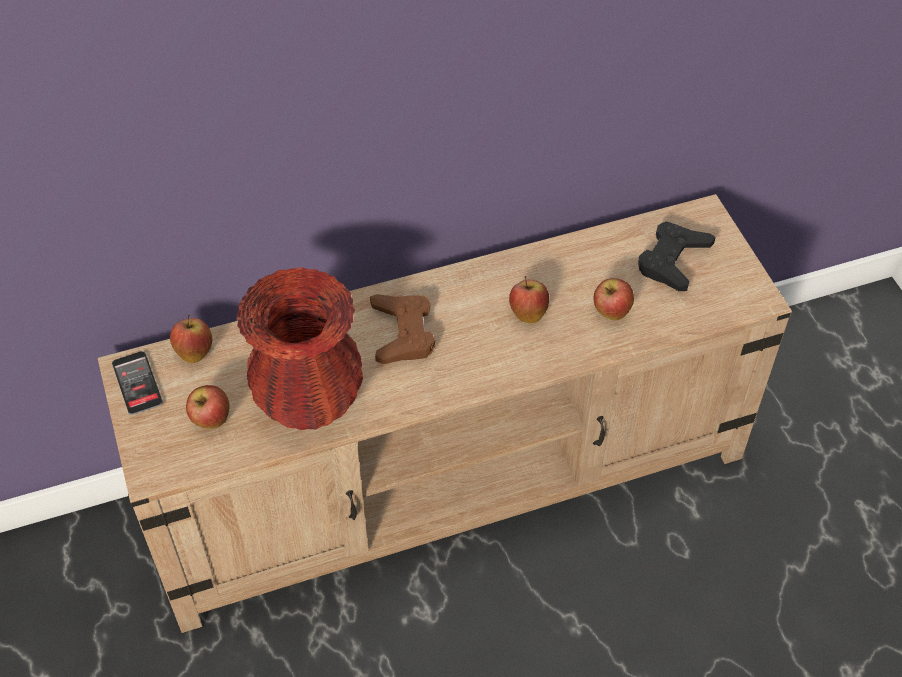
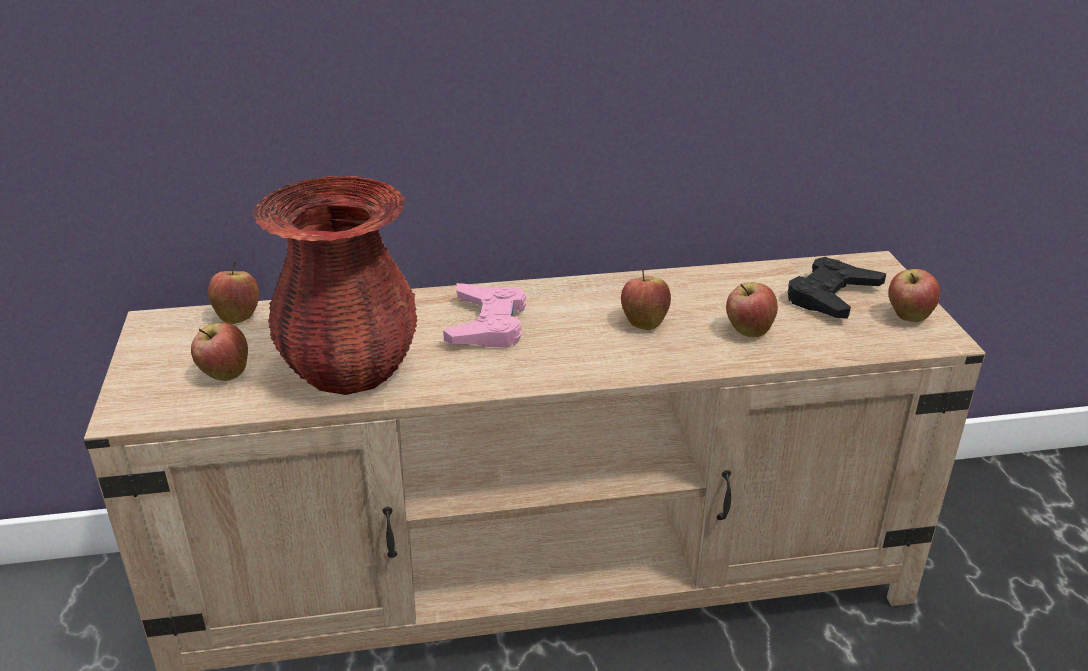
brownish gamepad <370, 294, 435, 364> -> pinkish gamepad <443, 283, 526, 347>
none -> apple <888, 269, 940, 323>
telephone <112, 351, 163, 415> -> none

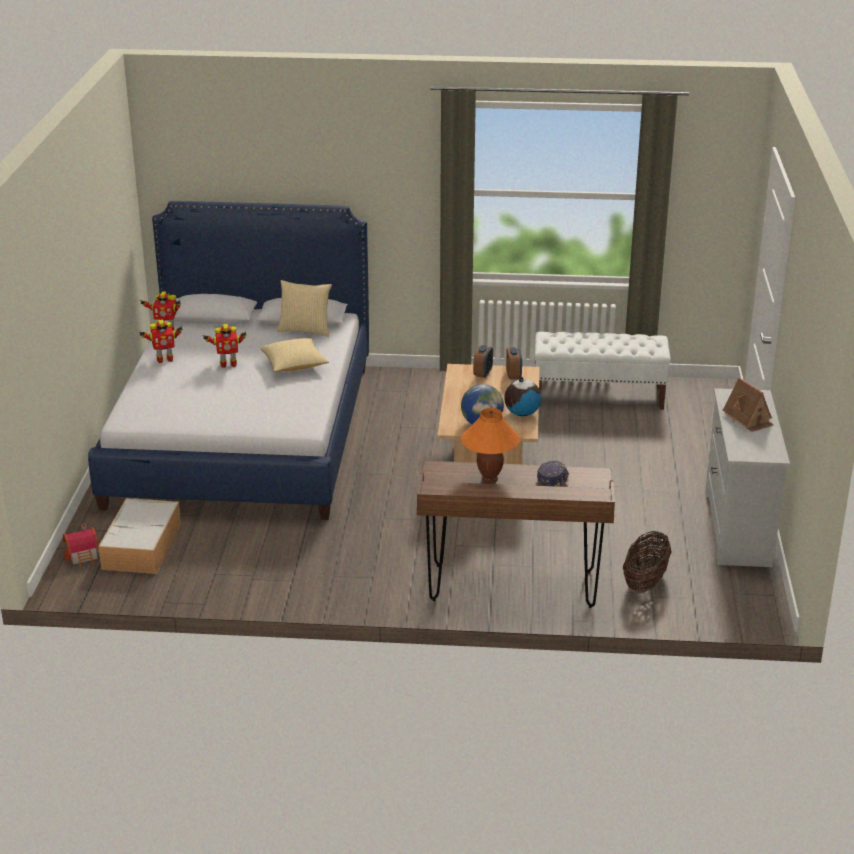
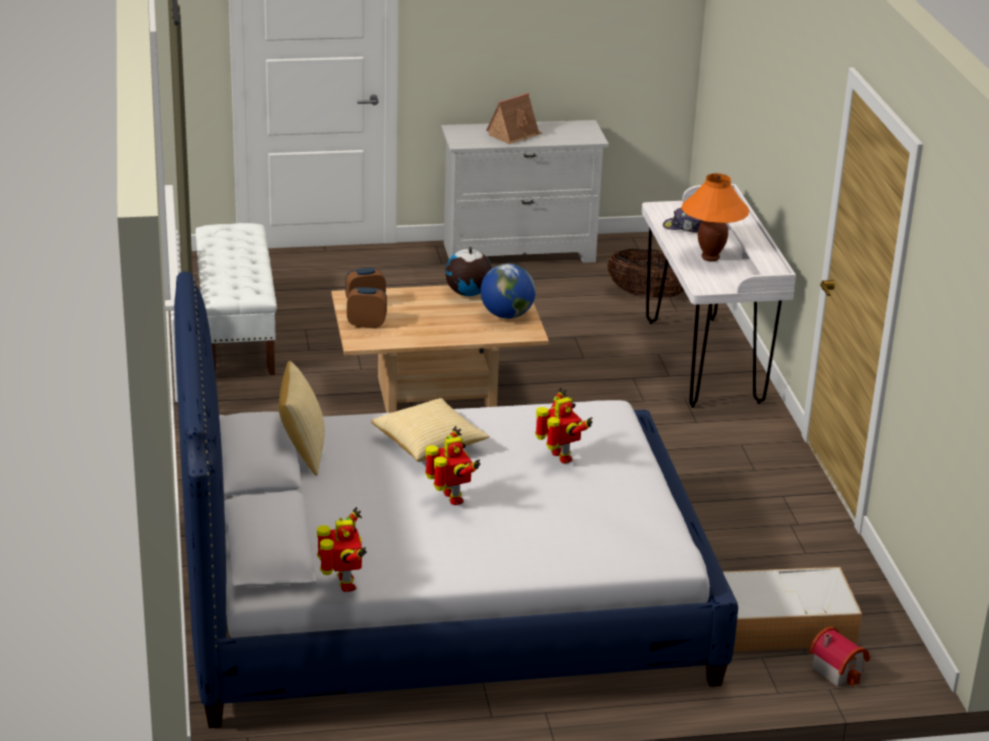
robot figure <139, 320, 183, 363> -> robot figure <535, 387, 592, 464>, relocated
brownish desk unit <417, 461, 615, 608> -> whitish desk unit <642, 184, 796, 408>

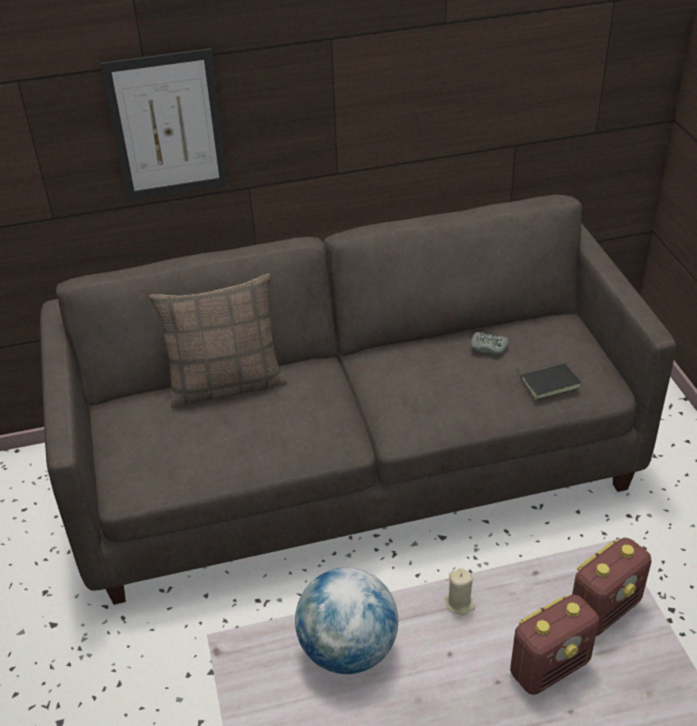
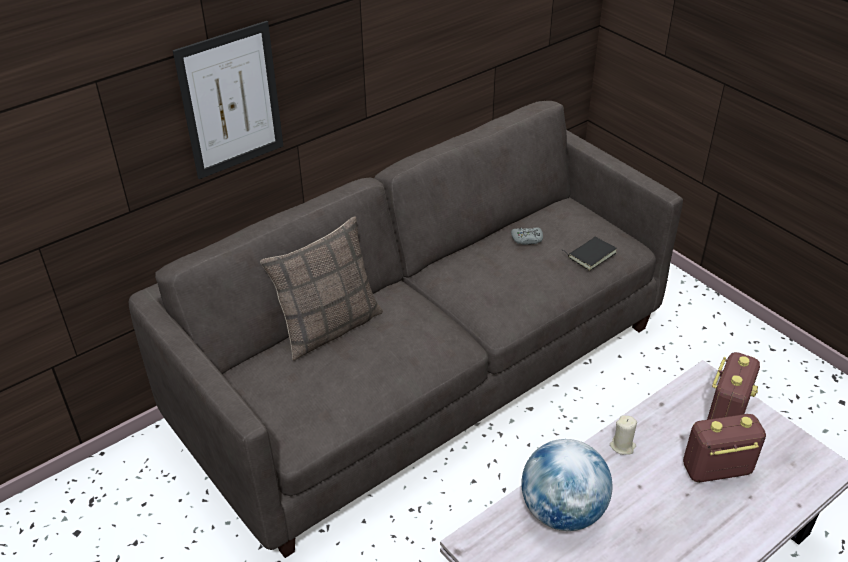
radio receiver <510, 595, 599, 695> -> radio receiver <683, 414, 766, 482>, 135 degrees counterclockwise

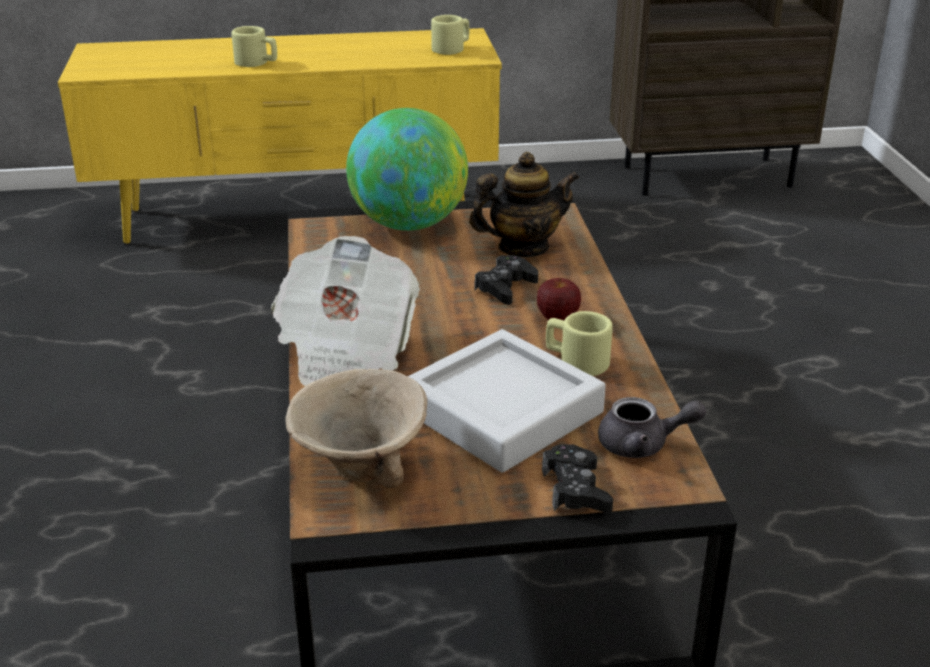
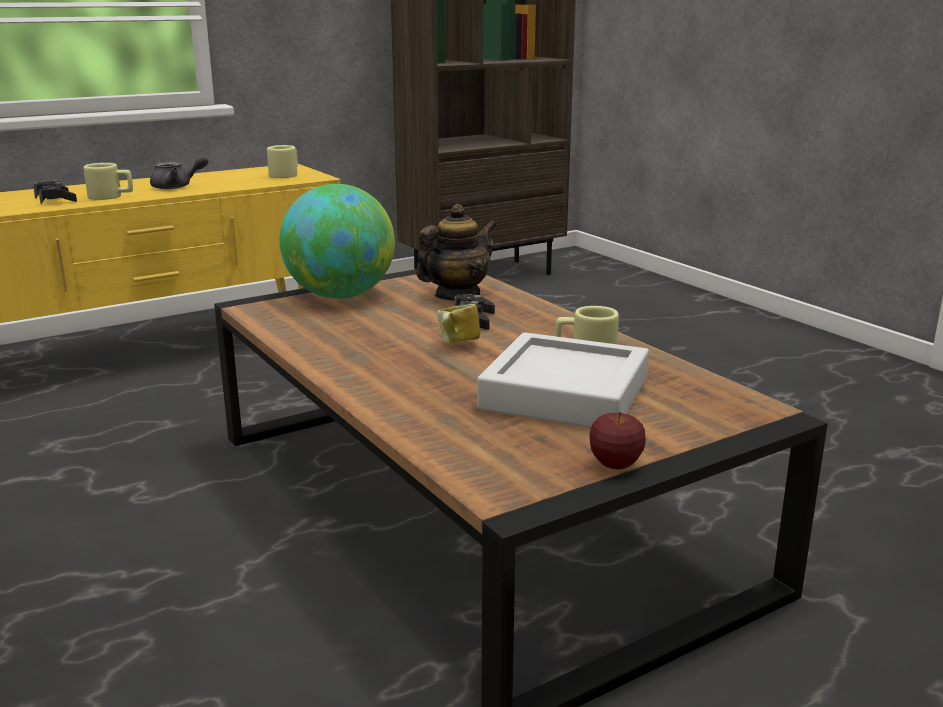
blackish gamepad <542, 444, 613, 513> -> blackish gamepad <33, 180, 77, 204>, relocated
grey pot for tea <598, 397, 706, 458> -> grey pot for tea <150, 155, 209, 189>, relocated
none -> tea mug <437, 304, 480, 344>
apple <537, 278, 581, 321> -> apple <589, 412, 646, 469>, relocated
newspaper <271, 236, 420, 386> -> none
sand-coloured serving bowl <286, 369, 427, 488> -> none

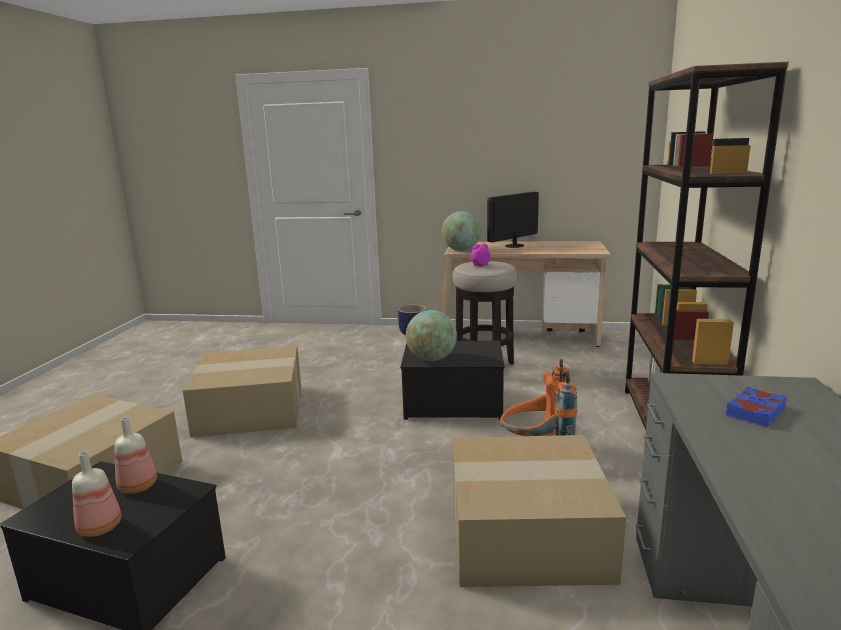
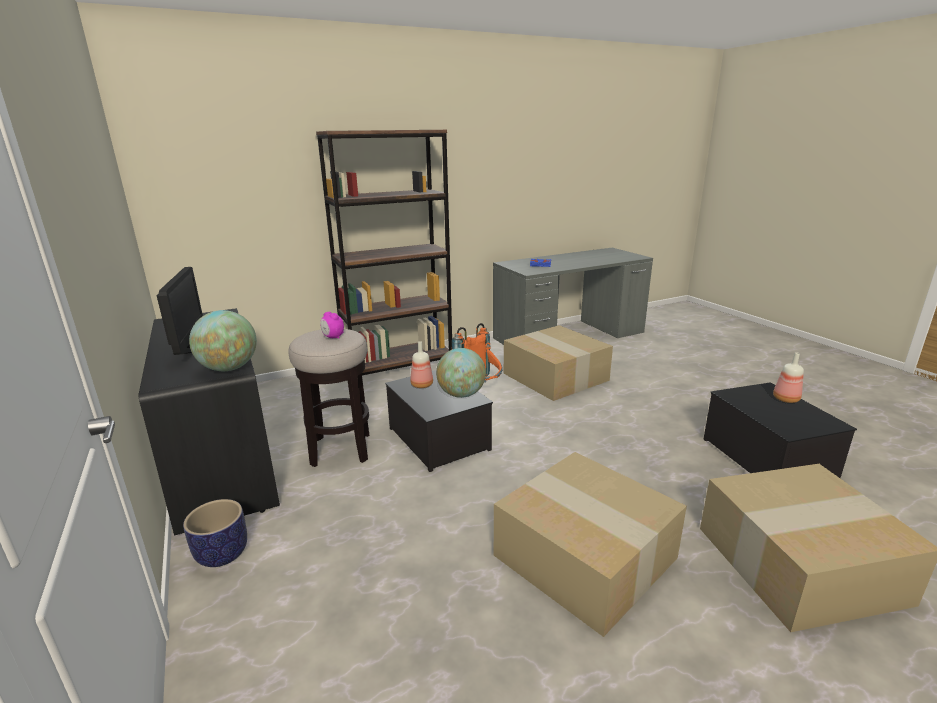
sand-coloured desk unit <438, 241, 611, 347> -> blackish desk unit <138, 308, 280, 535>
computer screen <487, 192, 539, 248> -> computer screen <157, 267, 203, 355>, 120 degrees counterclockwise
drink bottle <114, 417, 157, 494> -> drink bottle <410, 341, 433, 388>, relocated

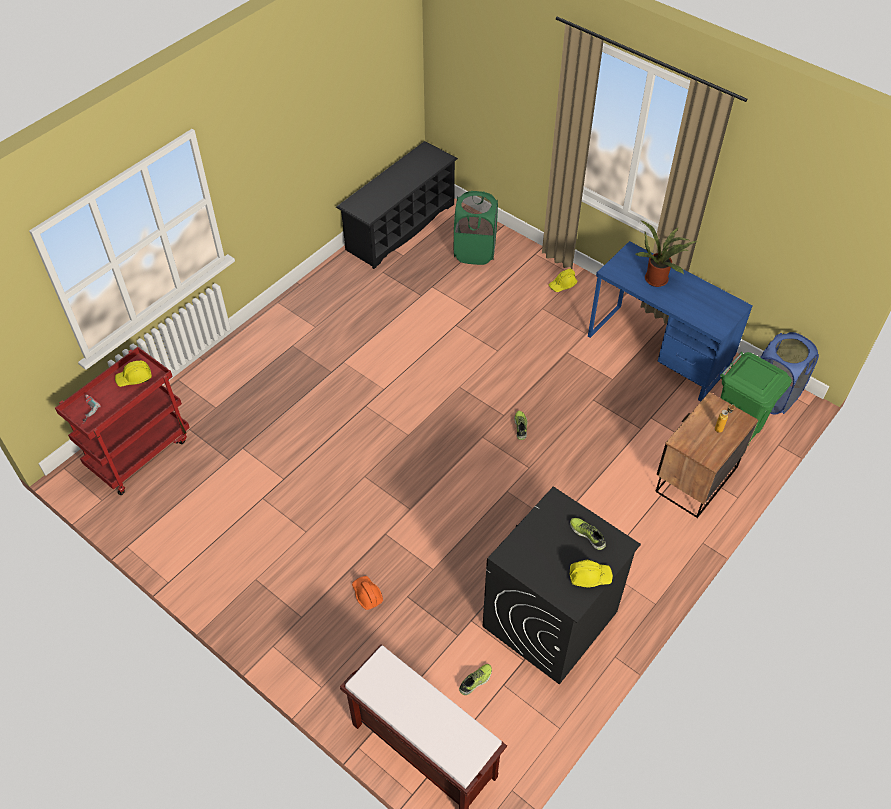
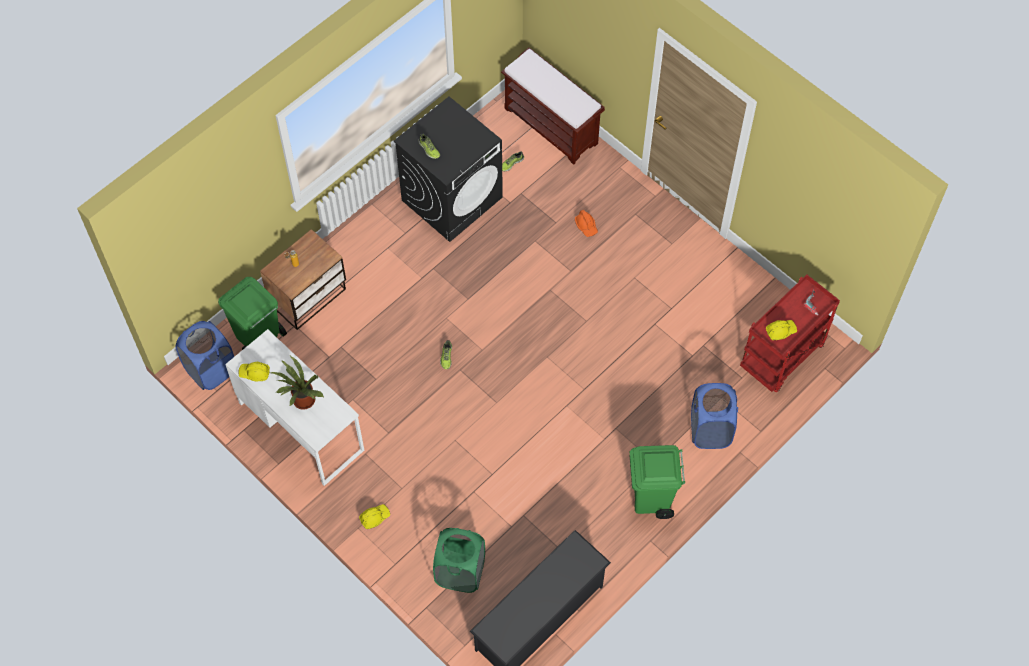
bluish desk unit <588, 241, 753, 402> -> whitish desk unit <225, 329, 364, 486>
yellowish hard hat <570, 560, 613, 588> -> yellowish hard hat <238, 362, 270, 381>, relocated
none -> green-coloured waste bin <629, 445, 685, 519>
none -> bluish hamper <691, 383, 738, 449>

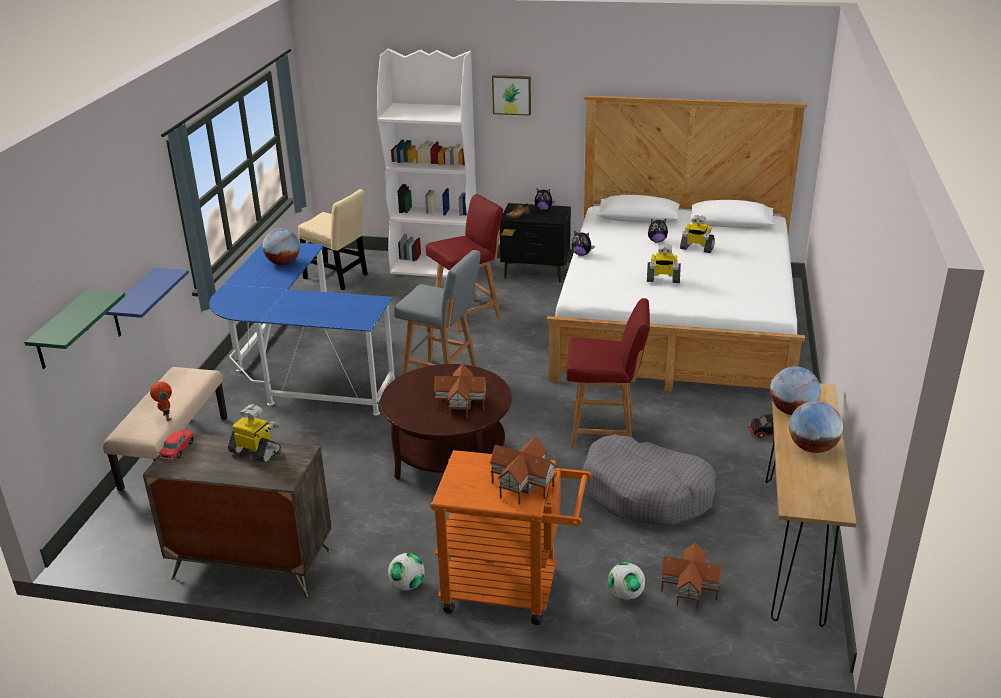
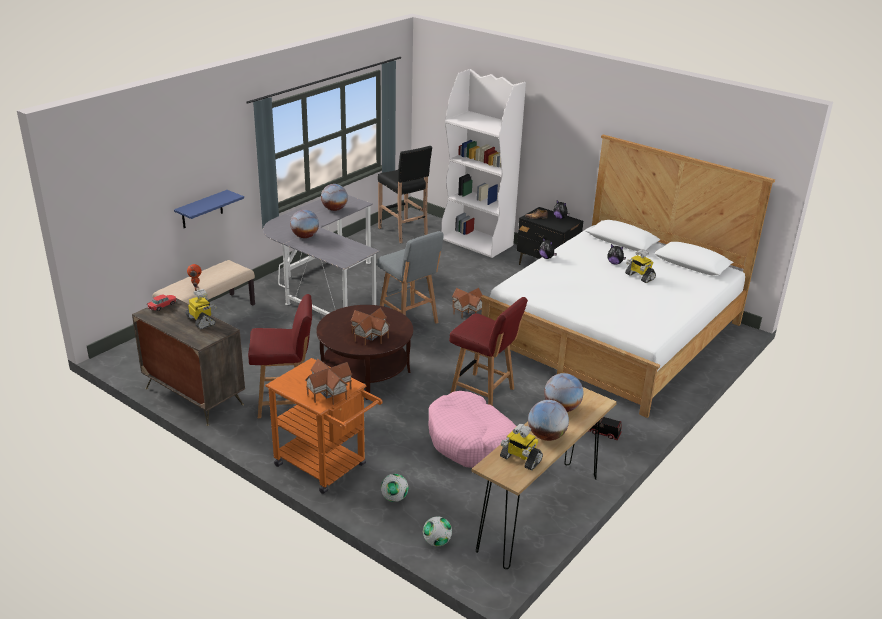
red upright chair <426, 194, 503, 331> -> red upright chair <248, 294, 312, 418>, relocated
bluish desk unit <209, 243, 395, 415> -> grey desk unit <263, 195, 380, 316>
none -> desk globe <290, 210, 319, 238>
sand-coloured upright chair <298, 189, 368, 290> -> blackish sitting stool <378, 146, 432, 243>
ball for football <388, 553, 425, 591> -> ball for football <423, 516, 452, 546>, relocated
grey pet bed <583, 435, 716, 526> -> pinkish pet bed <429, 391, 517, 468>
model house <661, 543, 723, 610> -> model house <452, 288, 482, 318>, relocated
robot figure <647, 244, 681, 283> -> robot figure <500, 424, 543, 471>, relocated
green-coloured wall shelf <24, 290, 125, 369> -> none
wall art <492, 75, 531, 116> -> none

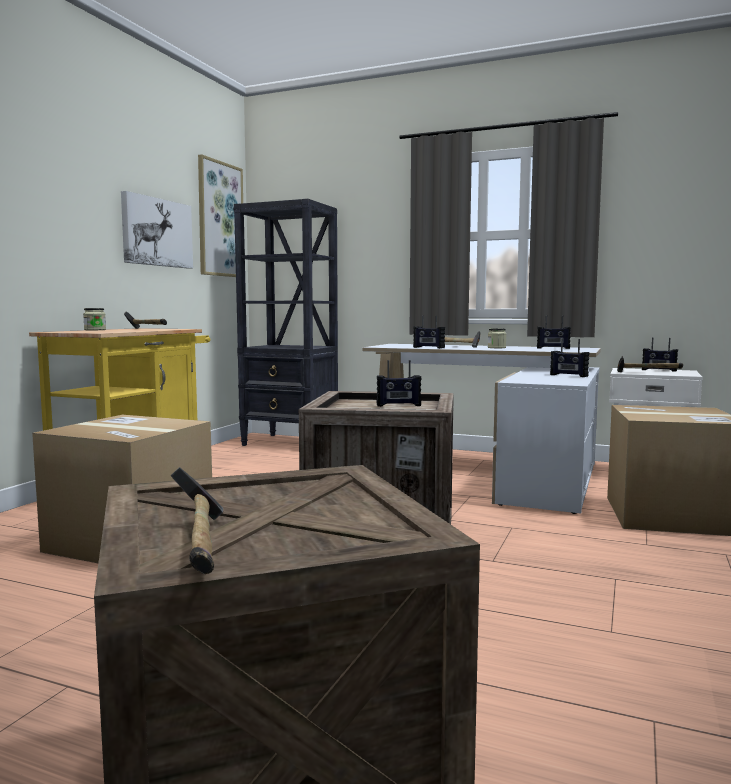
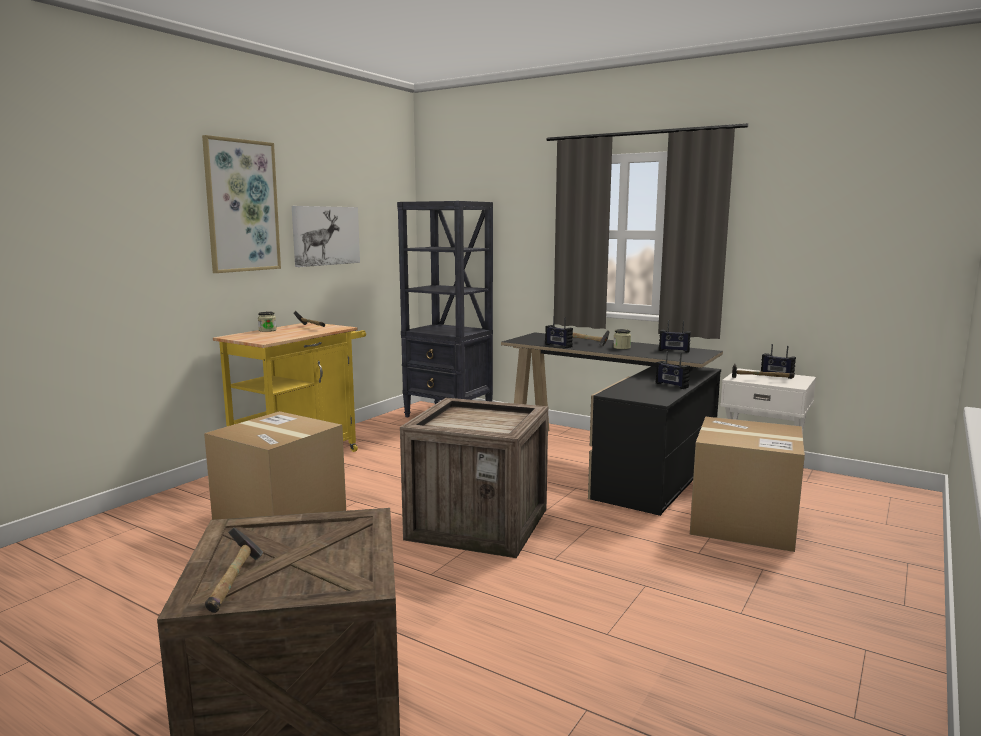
wall art <198, 154, 243, 277> -> wall art <202, 135, 281, 273>, relocated
whitish desk unit <362, 344, 601, 514> -> blackish desk unit <501, 332, 723, 516>
radio receiver <377, 360, 421, 407> -> none

